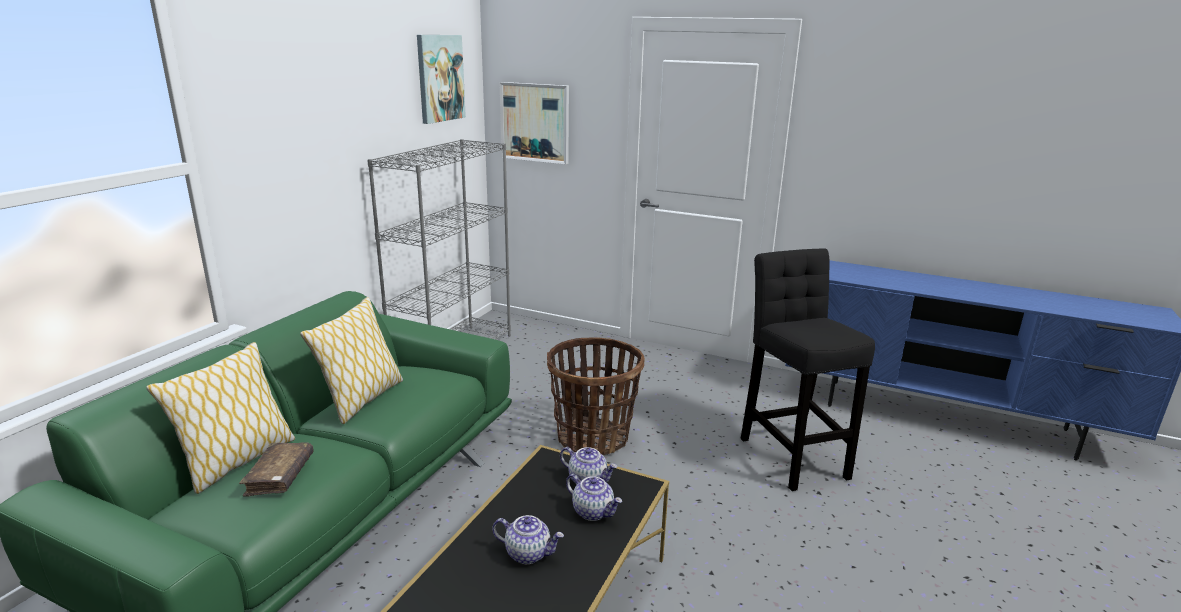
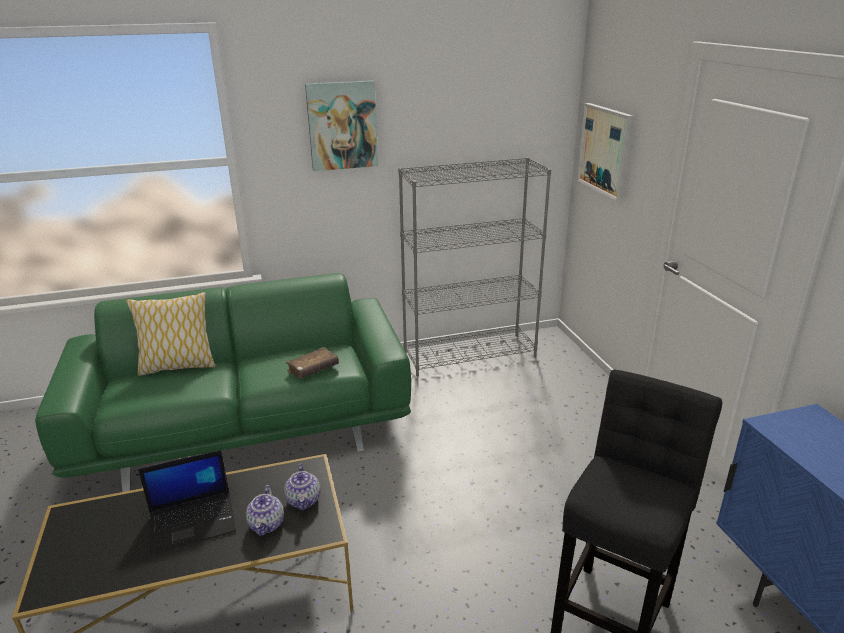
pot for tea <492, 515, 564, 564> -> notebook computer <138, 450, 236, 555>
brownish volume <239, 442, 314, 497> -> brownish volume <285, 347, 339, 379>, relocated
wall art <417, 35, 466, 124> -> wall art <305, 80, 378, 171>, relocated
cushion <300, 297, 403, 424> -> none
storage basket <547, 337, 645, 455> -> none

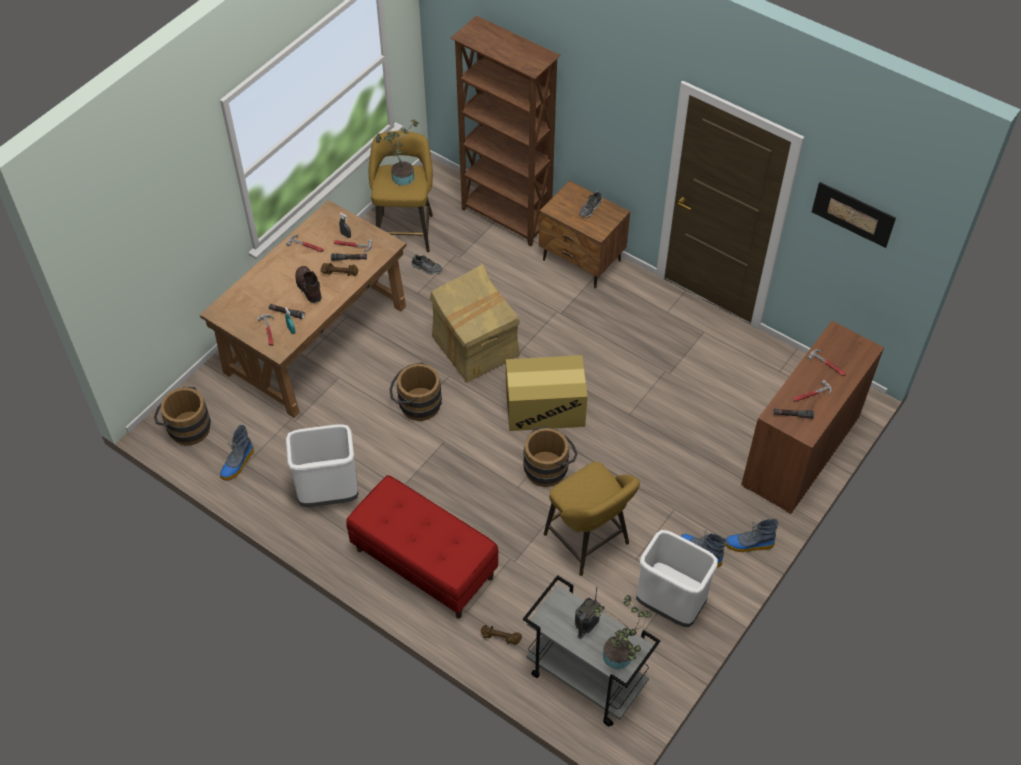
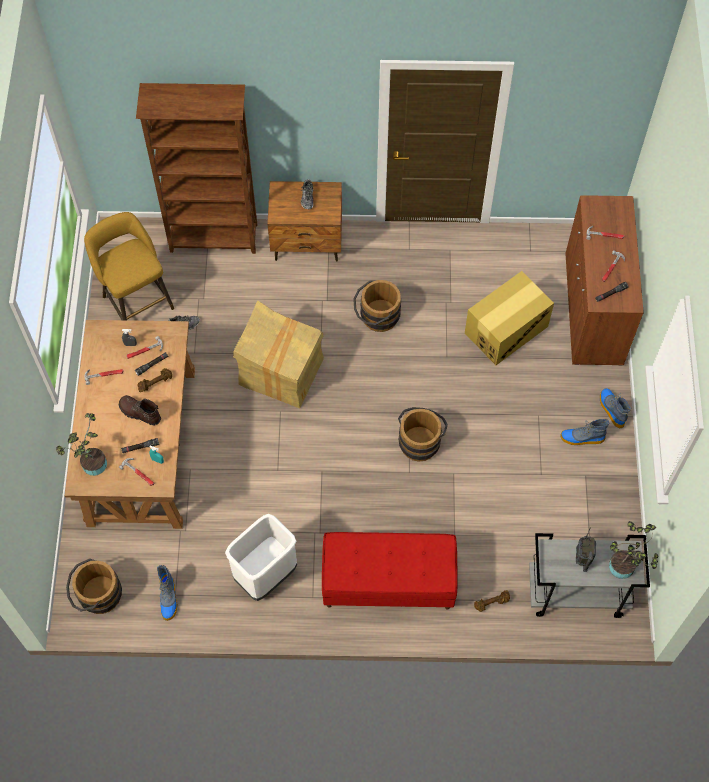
houseplant <376, 120, 419, 186> -> houseplant <56, 413, 107, 476>, relocated
brownish pail <389, 362, 442, 421> -> brownish pail <353, 280, 401, 332>, relocated
packing box <506, 355, 588, 431> -> packing box <465, 271, 554, 365>, relocated
boot <726, 518, 779, 552> -> boot <600, 388, 632, 428>, 105 degrees clockwise
yellowish sitting stool <544, 462, 640, 576> -> none
whitish waste bin <636, 530, 718, 627> -> none
wall art <812, 182, 896, 248> -> none

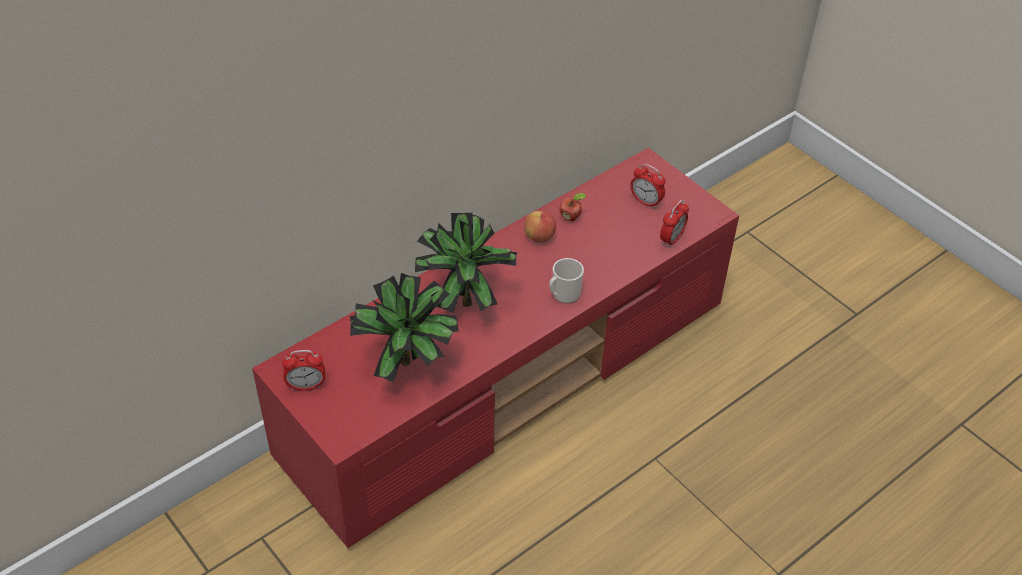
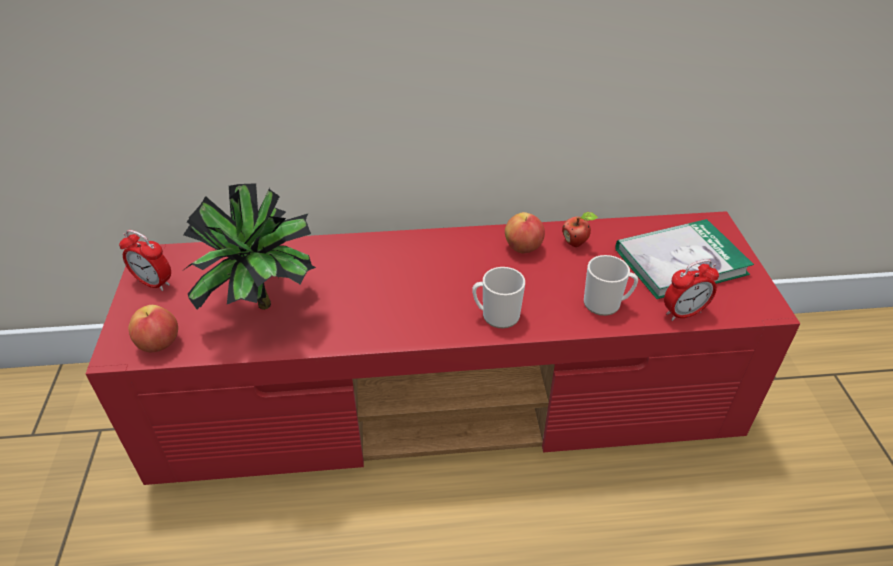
none -> apple <128, 305, 178, 352>
none -> tea mug <584, 255, 638, 316>
bedside clock <630, 164, 665, 209> -> volume <616, 219, 754, 299>
houseplant <415, 213, 517, 313> -> none

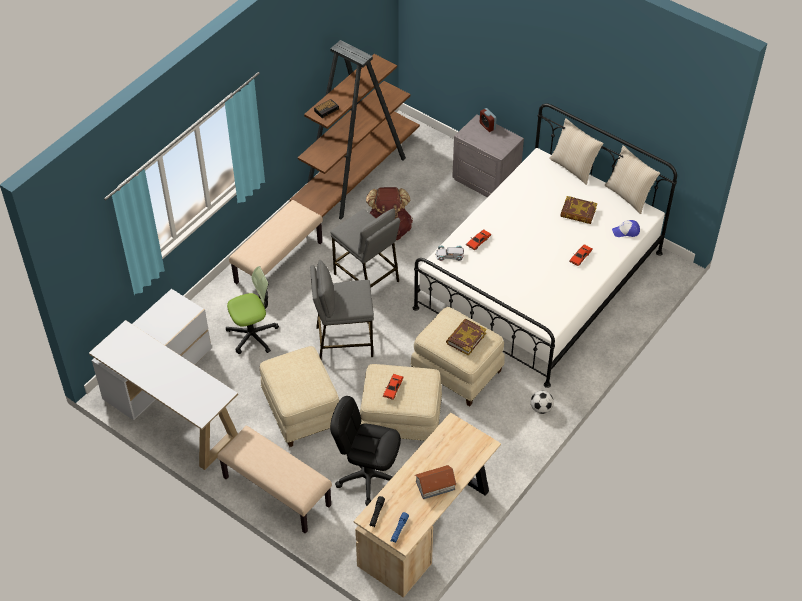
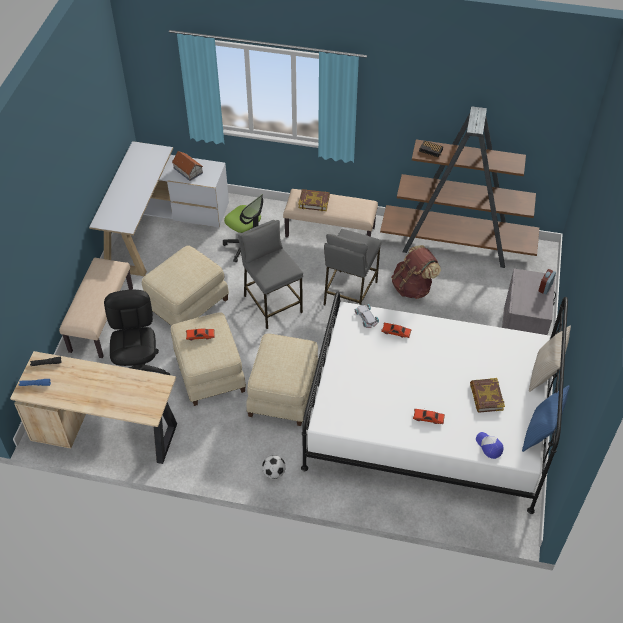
model house <415, 465, 457, 499> -> model house <172, 151, 203, 181>, relocated
volume <446, 319, 487, 356> -> volume <298, 189, 330, 211>, relocated
sand-coloured cushion <605, 145, 660, 214> -> bluish cushion <522, 385, 570, 452>

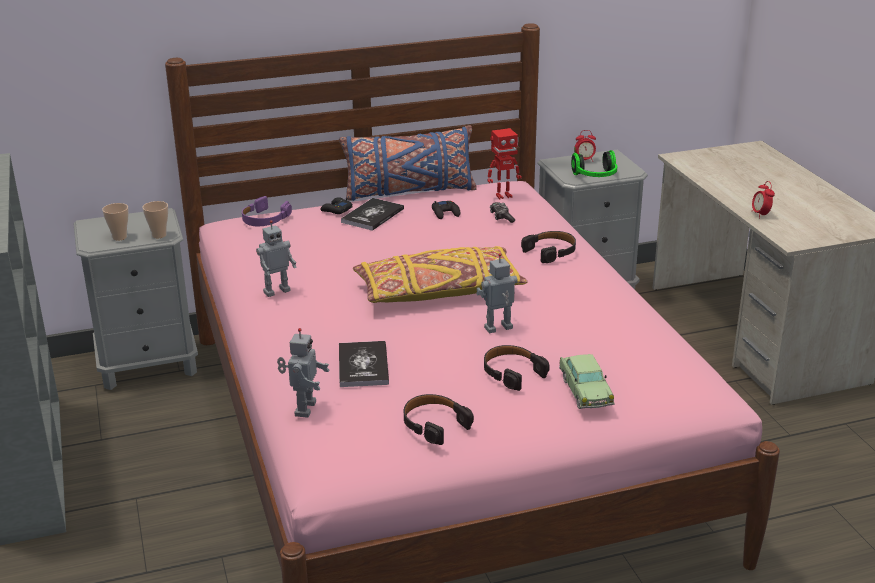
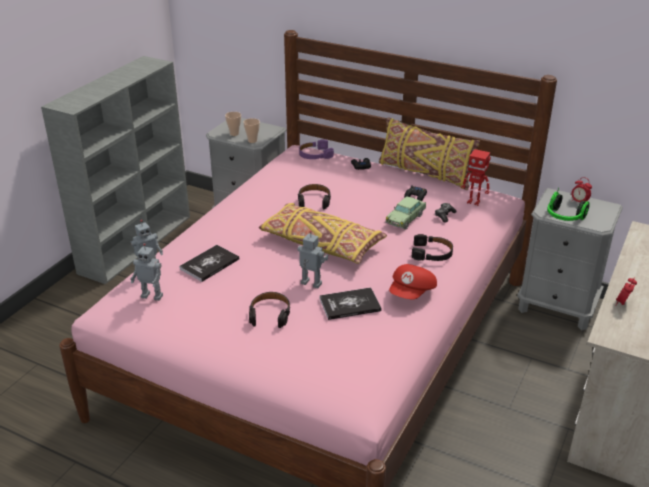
robot figure <256, 220, 297, 297> -> robot figure <130, 243, 163, 301>, relocated
blackish headset <404, 394, 474, 445> -> blackish headset <298, 184, 331, 209>, relocated
volume <341, 198, 404, 231> -> volume <319, 287, 382, 320>, relocated
bluish cushion <339, 125, 477, 201> -> yellowish cushion <379, 117, 480, 190>
model car <559, 354, 615, 409> -> model car <385, 196, 426, 230>, relocated
none -> red cap <389, 264, 437, 299>

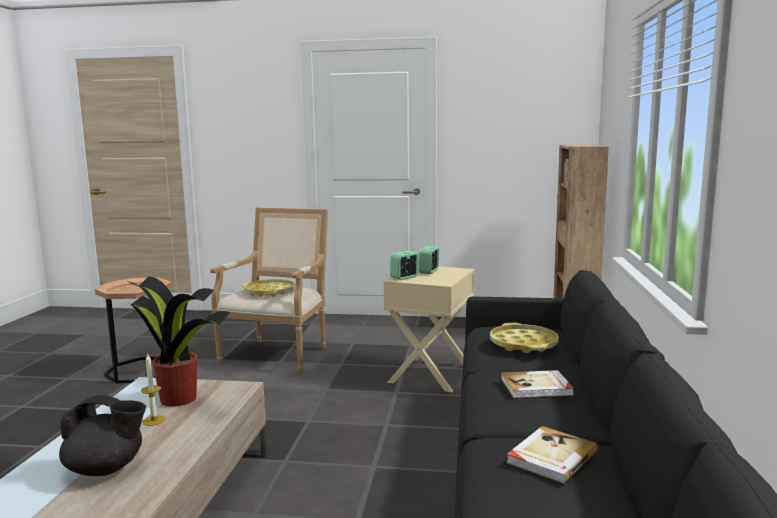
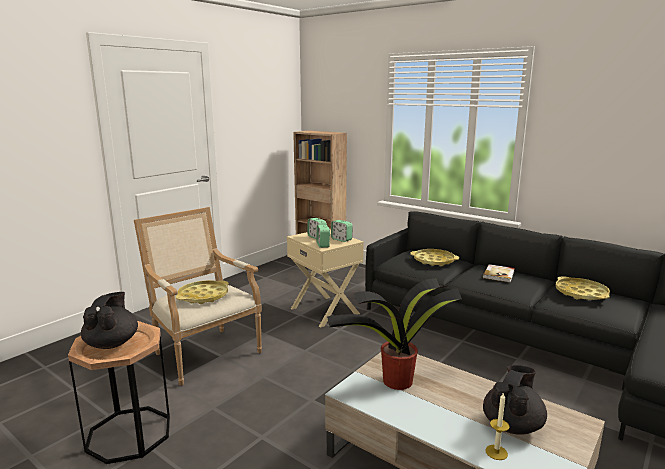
none -> blackish pot for tea <81, 292, 138, 349>
none -> bedside clock <331, 220, 353, 242>
candle <141, 354, 166, 426> -> candle <485, 392, 509, 460>, relocated
volume <506, 426, 598, 484> -> yellowish serving tray <556, 276, 610, 300>

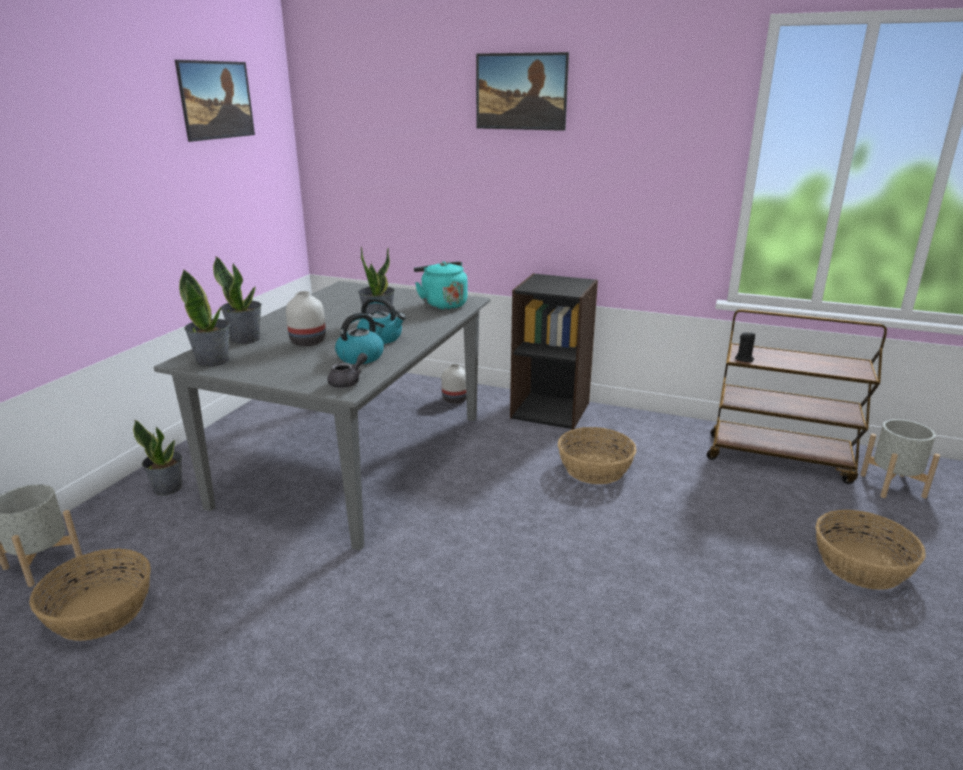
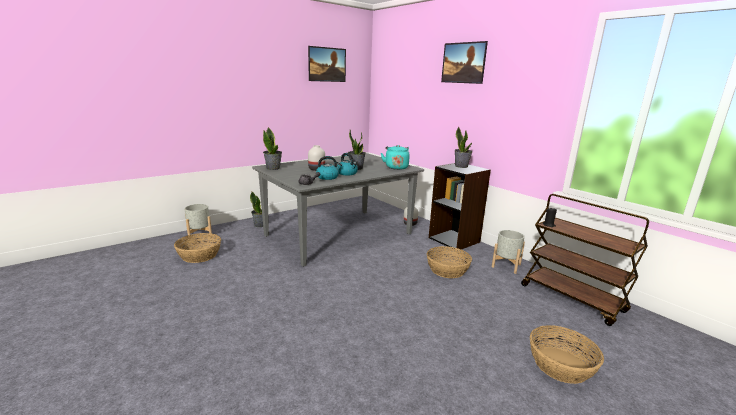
houseplant <213, 256, 262, 344> -> houseplant <455, 126, 473, 168>, relocated
grey planter <860, 419, 940, 498> -> grey planter <492, 230, 525, 274>, relocated

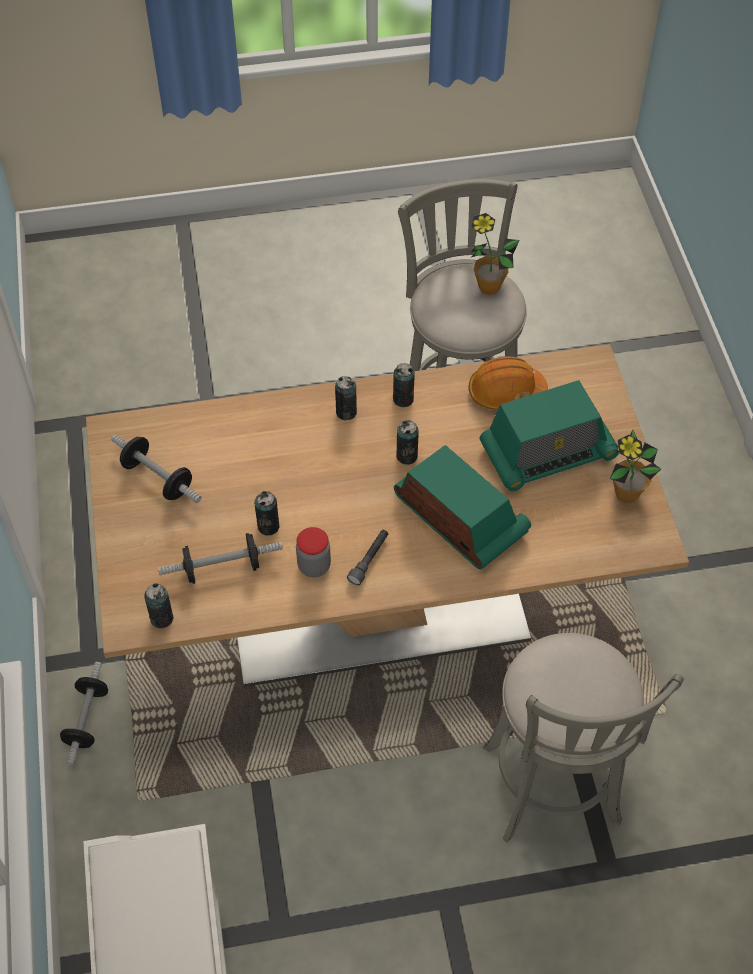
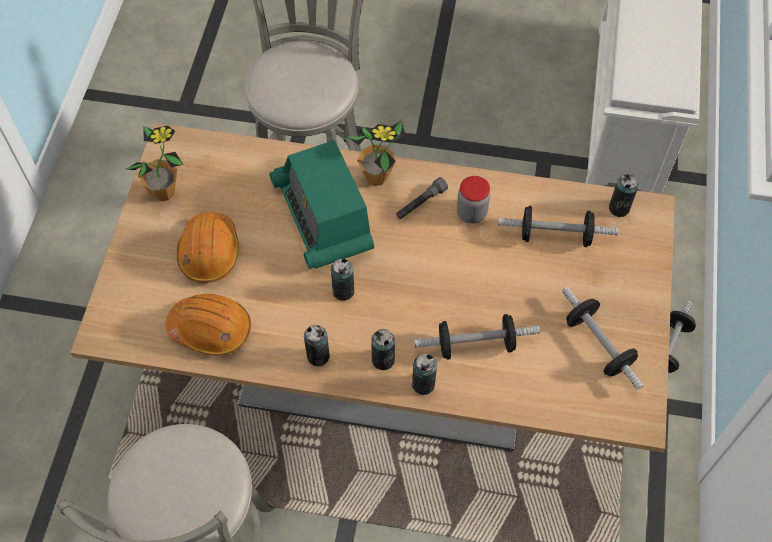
radio receiver <479, 380, 619, 491> -> orange-coloured hard hat <177, 212, 239, 283>
houseplant <470, 213, 520, 295> -> houseplant <346, 121, 405, 186>, relocated
can <254, 491, 280, 536> -> can <412, 354, 437, 395>, relocated
none -> free weight <414, 314, 540, 360>

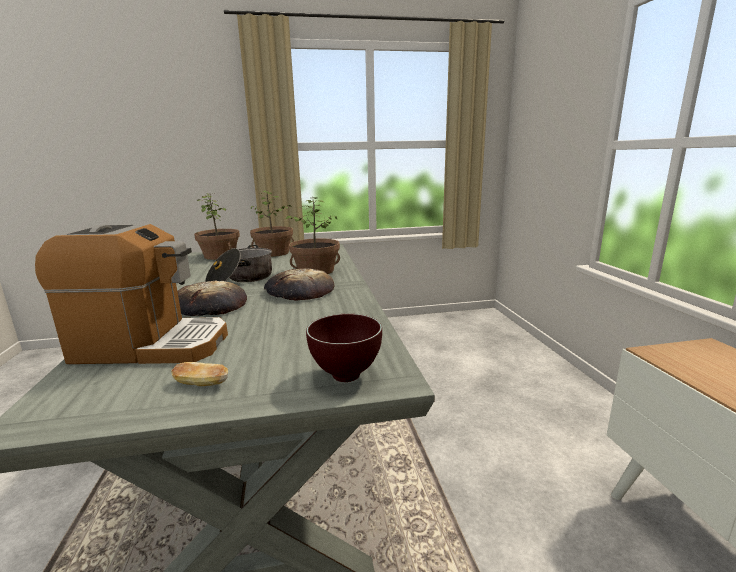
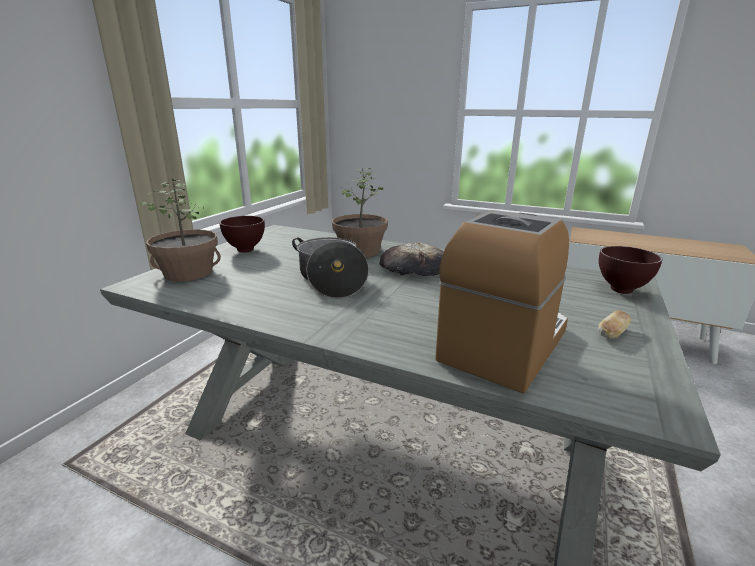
houseplant <250, 190, 294, 257> -> brownish serving bowl <219, 216, 265, 253>
bakery bread <177, 281, 247, 316> -> none

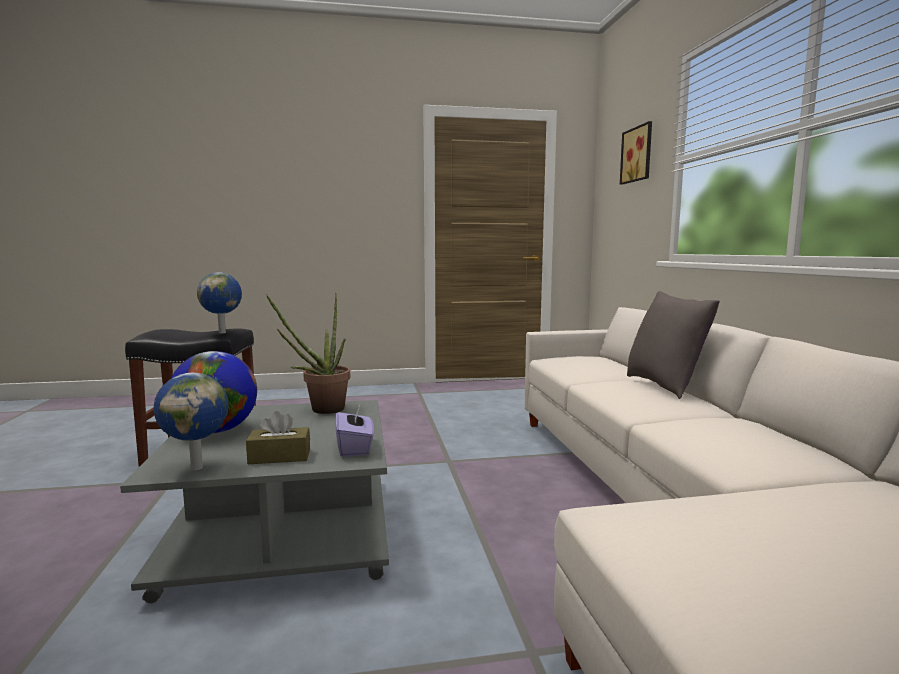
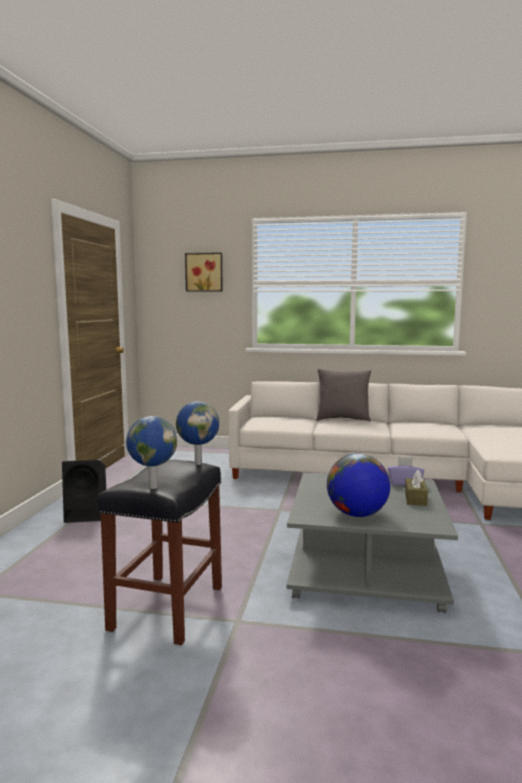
none -> blackish audio speaker <62, 460, 106, 523>
desk globe <154, 373, 229, 470> -> desk globe <126, 416, 177, 489>, relocated
houseplant <266, 293, 350, 414> -> none

